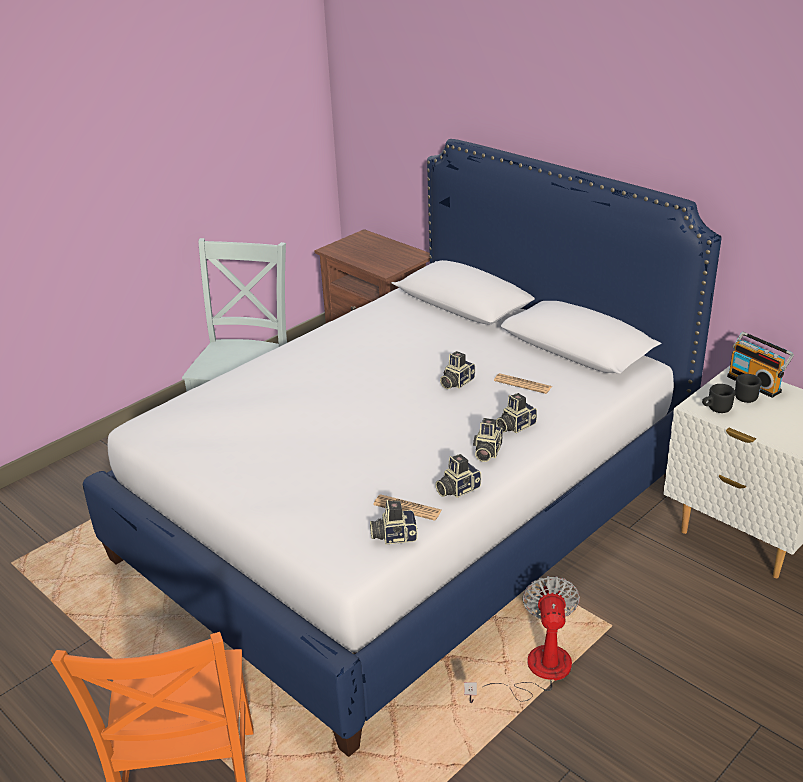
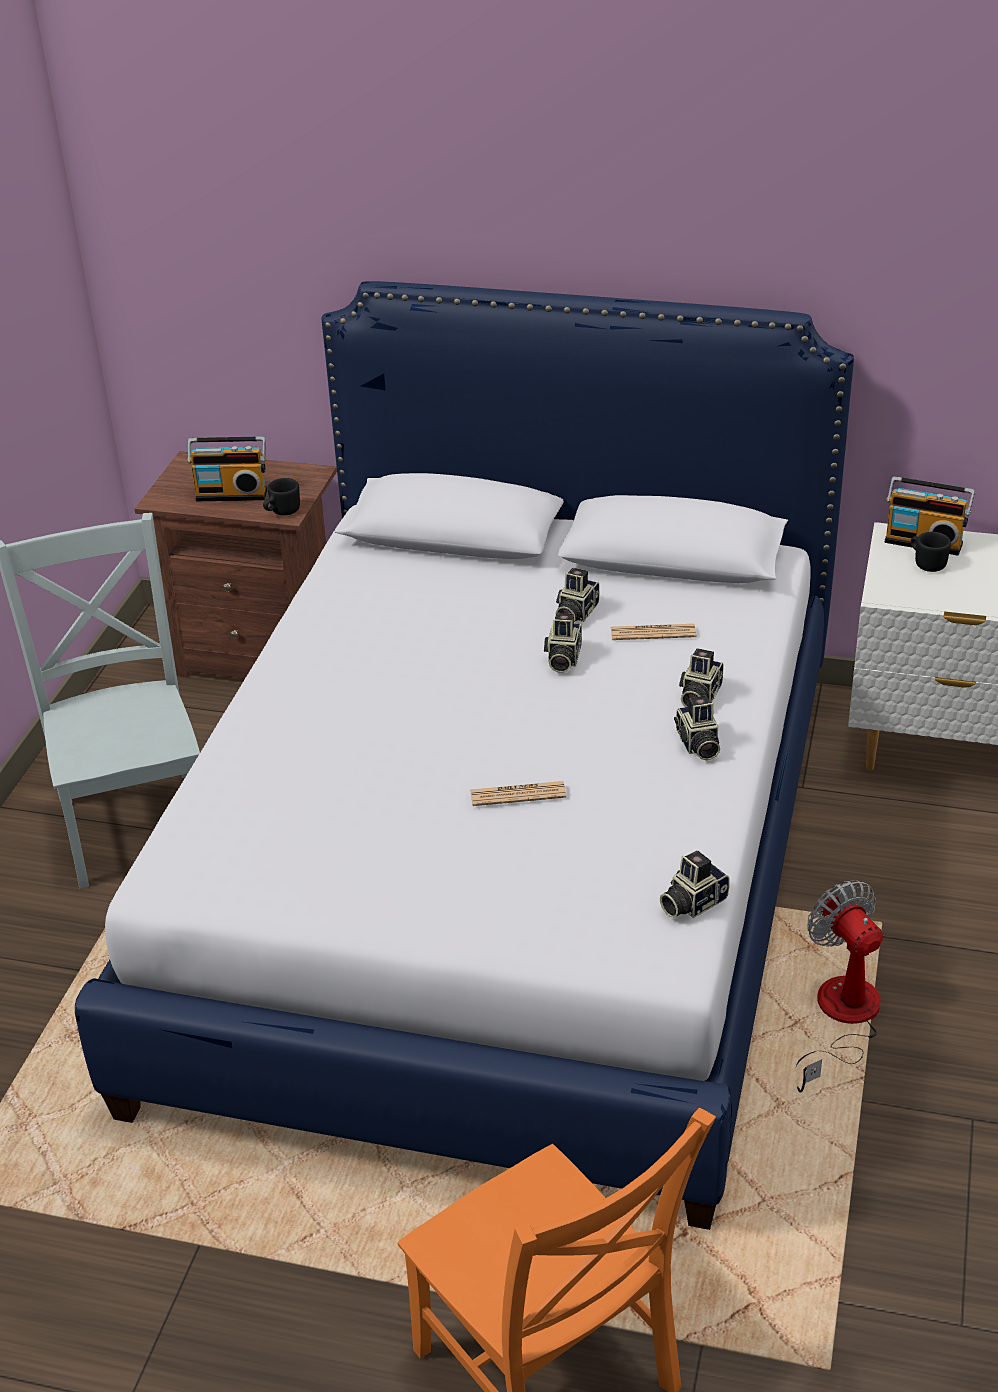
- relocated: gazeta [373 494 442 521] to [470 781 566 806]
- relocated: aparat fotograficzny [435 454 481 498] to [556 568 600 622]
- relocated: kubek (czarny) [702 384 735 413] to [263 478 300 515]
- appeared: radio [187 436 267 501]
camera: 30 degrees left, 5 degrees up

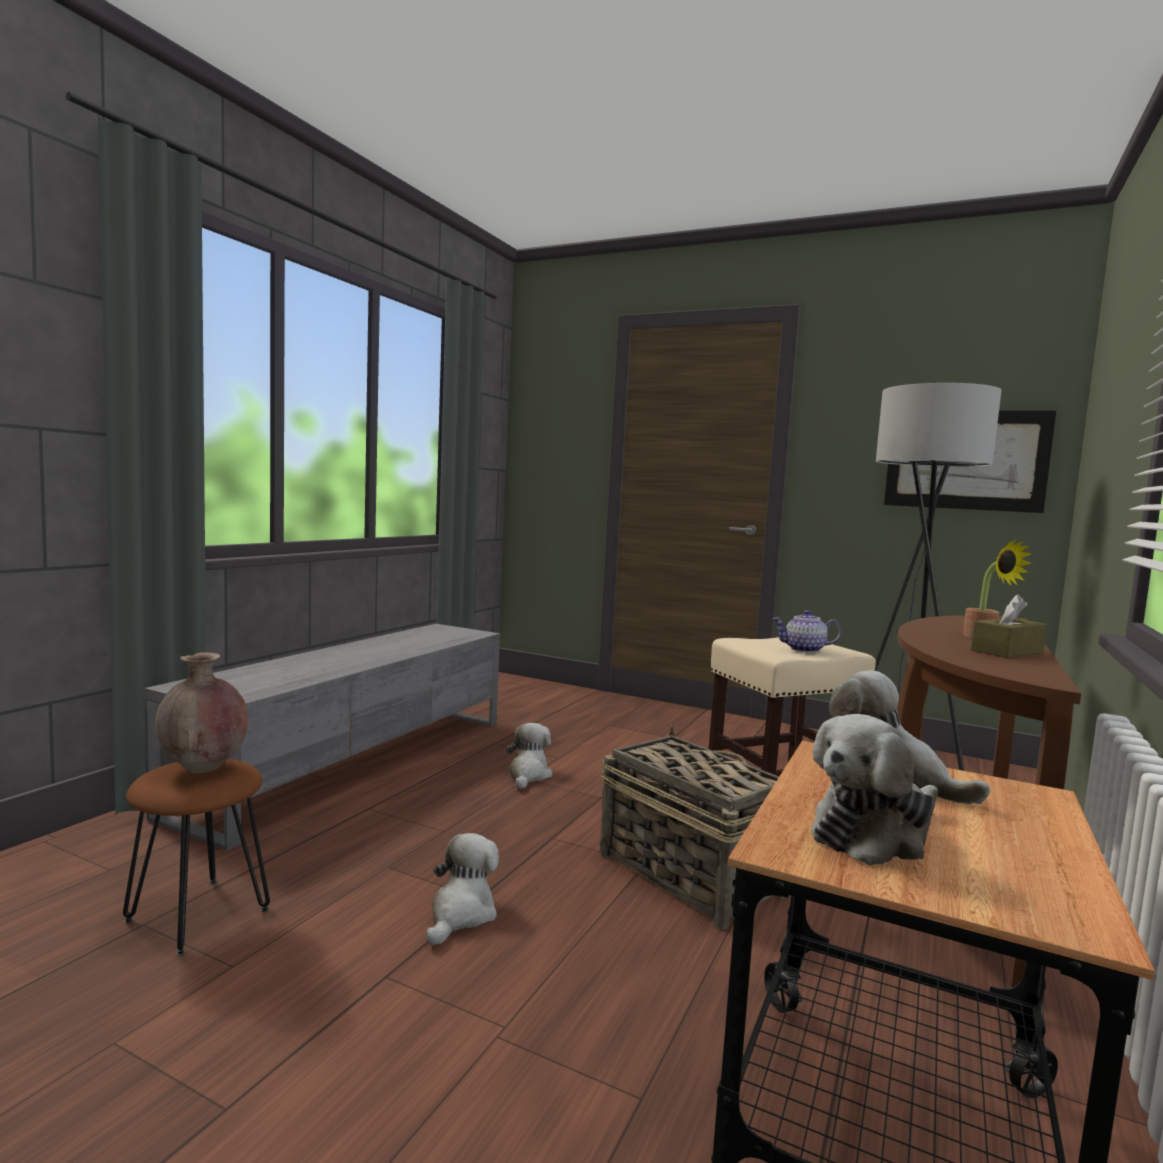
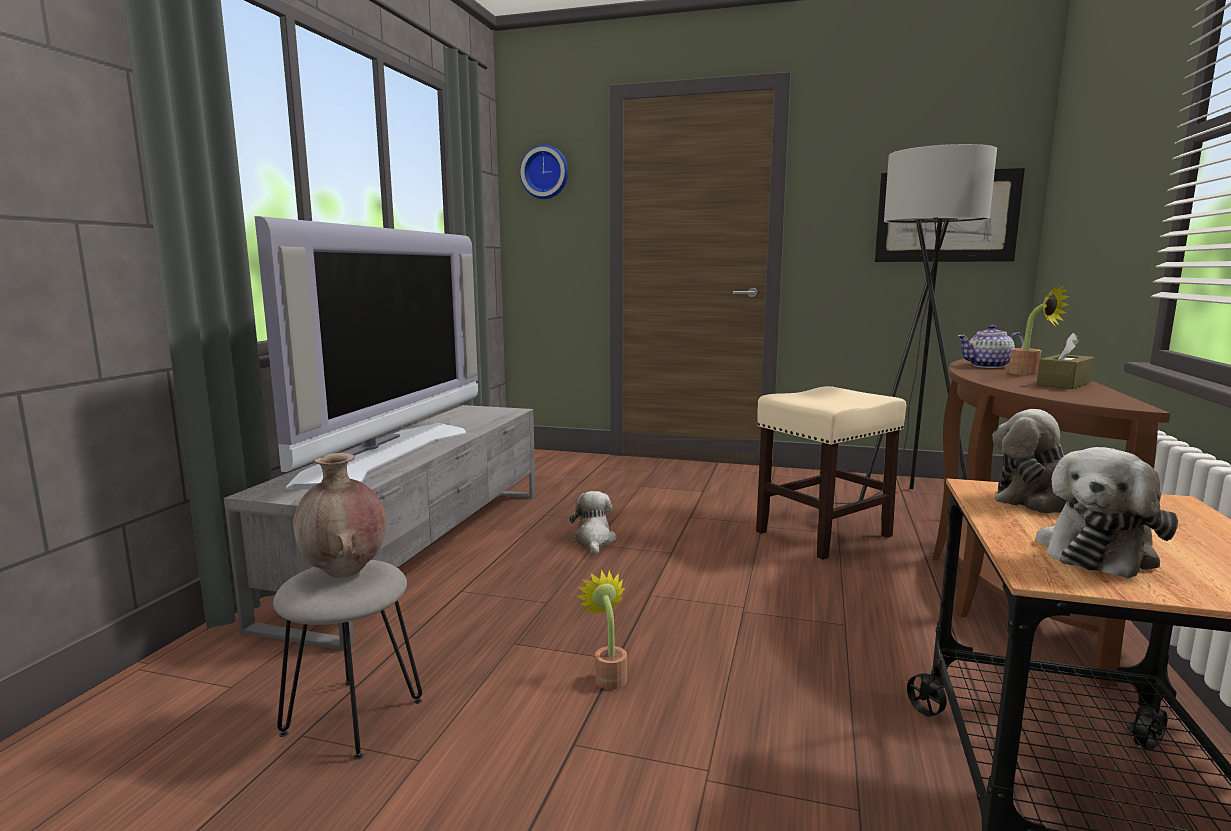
- colour: stołek (brązowy) [123 759 270 956] to stołek (szary) [273 560 422 760]
- exchanged: pluszak [426 833 499 945] to roślina doniczkowa [576 570 627 690]
- missing: koszyk [600 724 786 930]
- relocated: imbryk [772 610 842 653] to [957 325 1024 368]
- appeared: telewizor [255 216 478 490]
- appeared: zegar ścienny [520 145 568 199]
camera: 10 degrees left, 5 degrees up

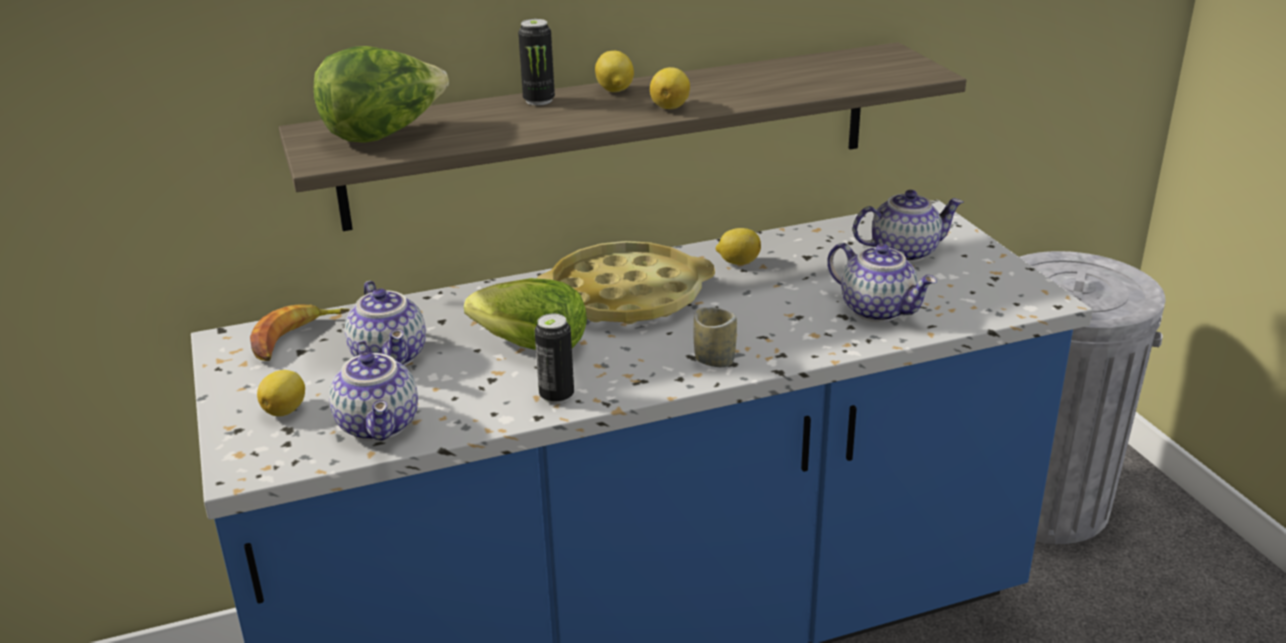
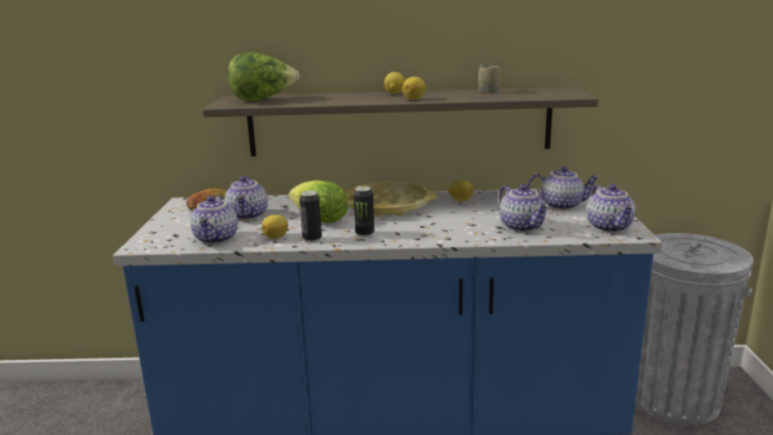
- relocated: cytryna [257 370 305 416] to [262 215 288 239]
- relocated: puszka [518 19 555 105] to [353 186 374 237]
- relocated: filiżanka [693 307 737 367] to [478 64 501 94]
- appeared: imbryk [587 184 635 233]
camera: 20 degrees right, 10 degrees down

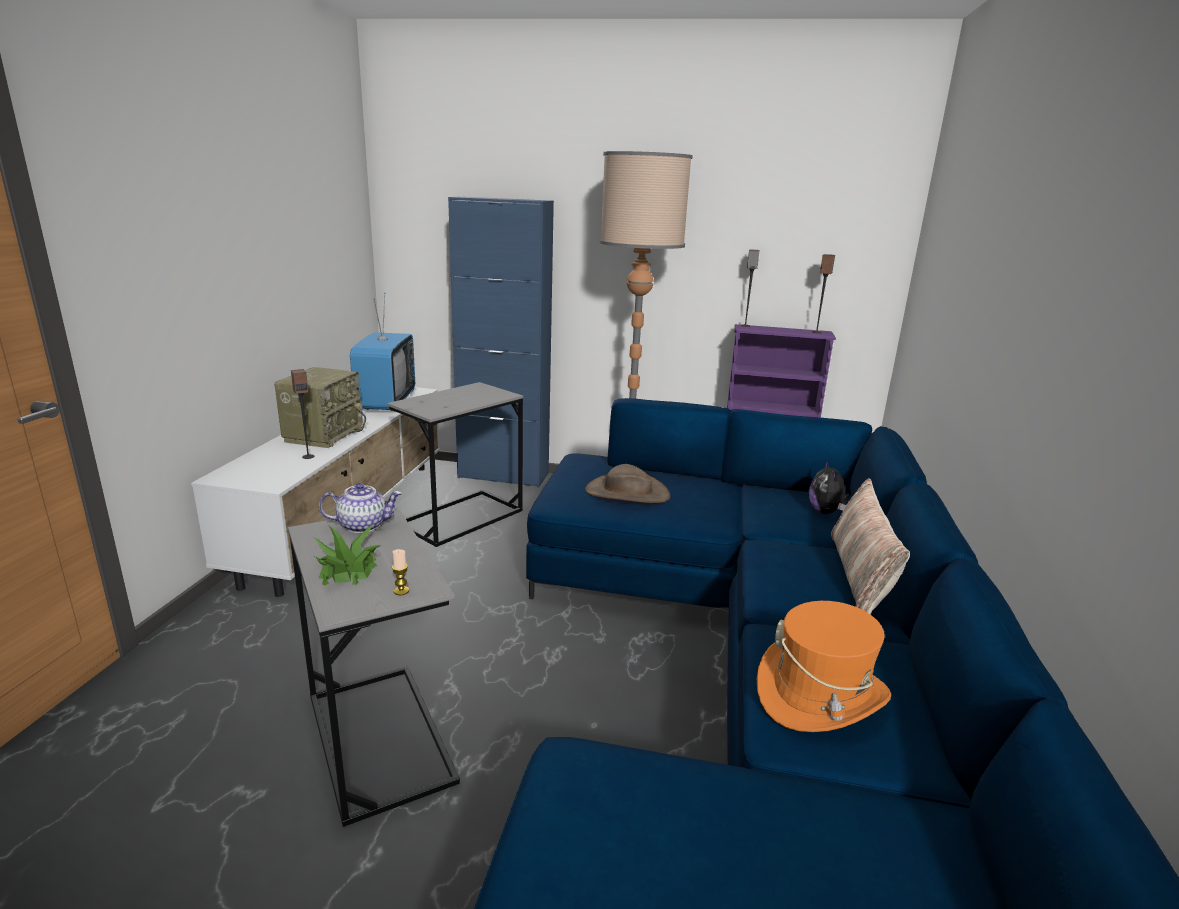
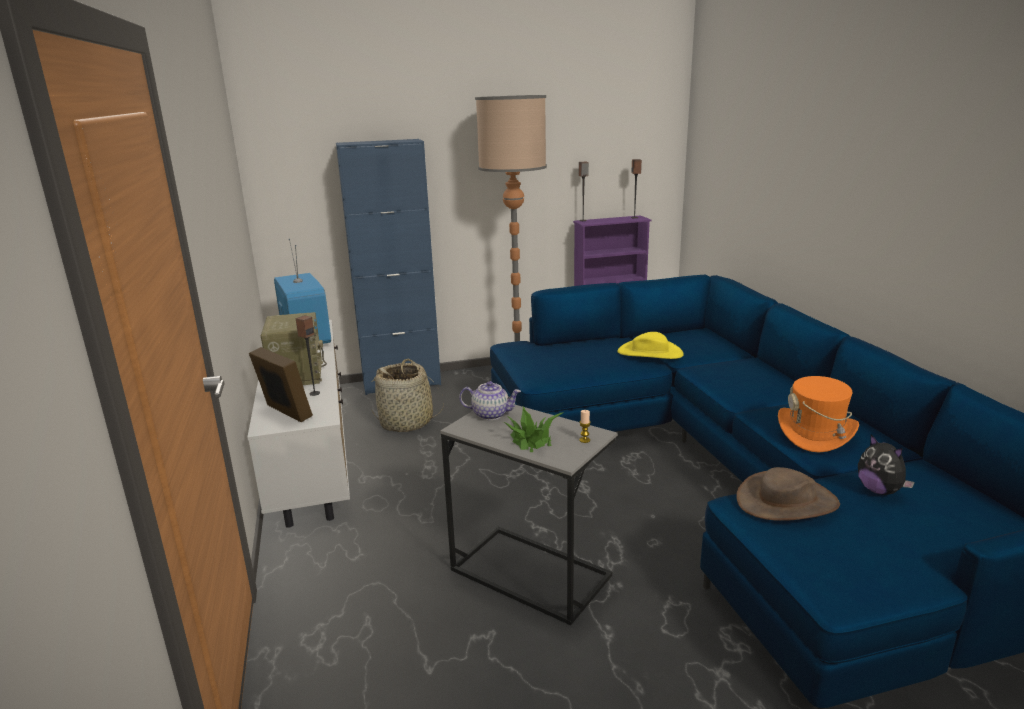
- spun: imbryk [319 483 402 533] = [459 381 521 420] 45 degrees clockwise
- exchanged: stolik (szary) [387 382 523 547] to koszyk [371 359 444 432]
- relocated: kapelusz (brązowy) [585 464 670 503] to [736 467 840 521]
- relocated: pluszak [809 459 850 514] to [858 435 915 495]
- missing: poduszka [831 478 910 614]
- appeared: ramka na zdjęcie [249 347 313 422]
- appeared: kapelusz (żółty) [617 332 684 359]
camera: 25 degrees left, 0 degrees up

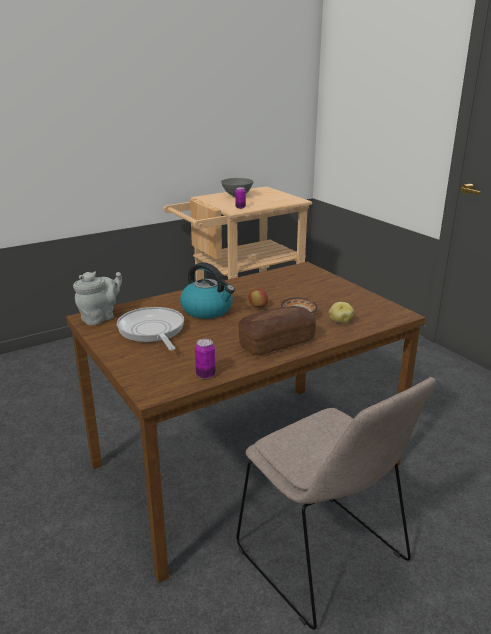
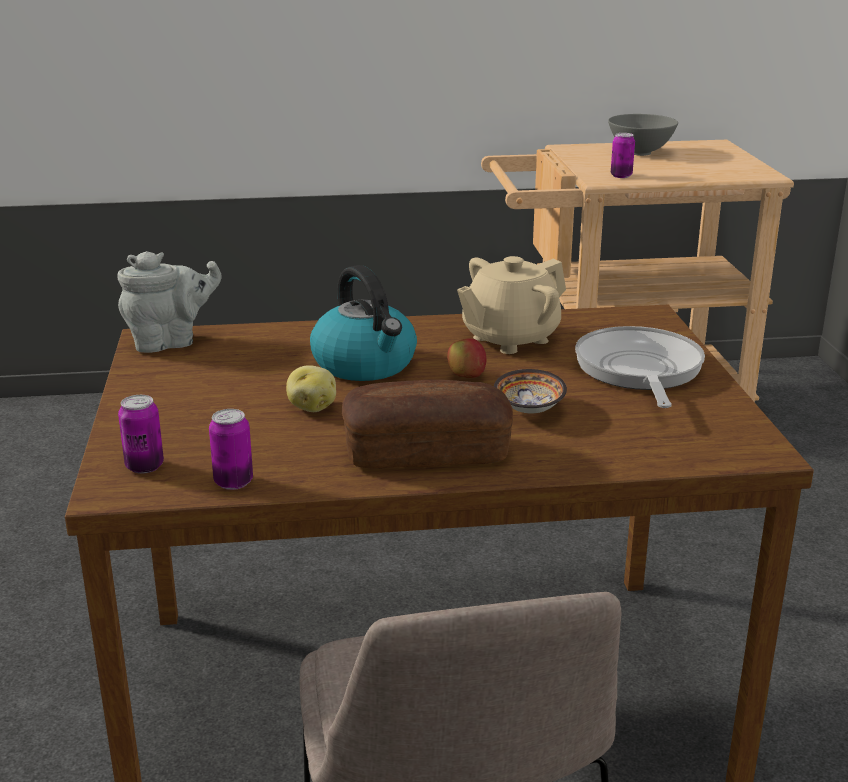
- relocated: patelnia [117 307 184 351] to [575 326 705 408]
- relocated: ziemniak [329 302 354 323] to [286 365 336 412]
- appeared: puszka [118 395 164 474]
- appeared: imbryk (beżowy) [457 256 566 354]
camera: 25 degrees right, 0 degrees up

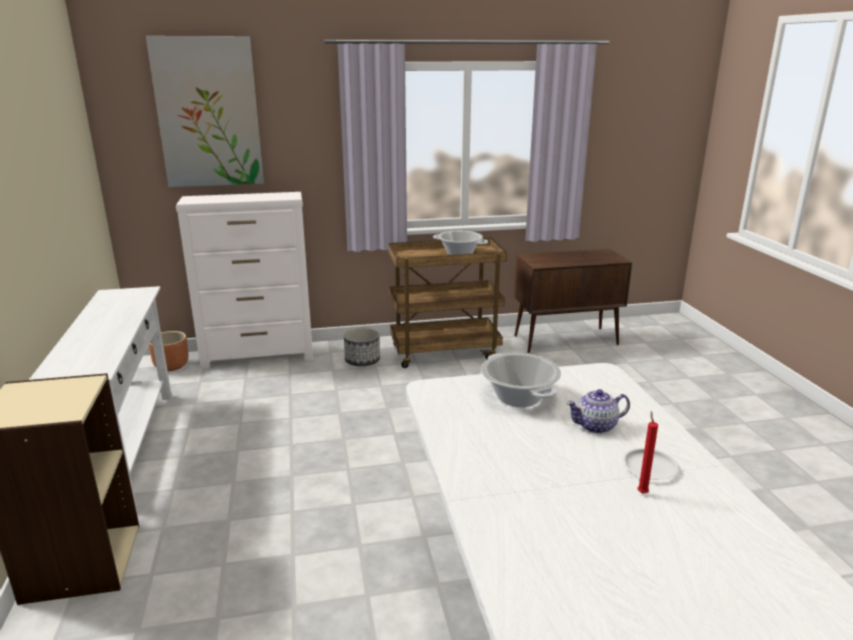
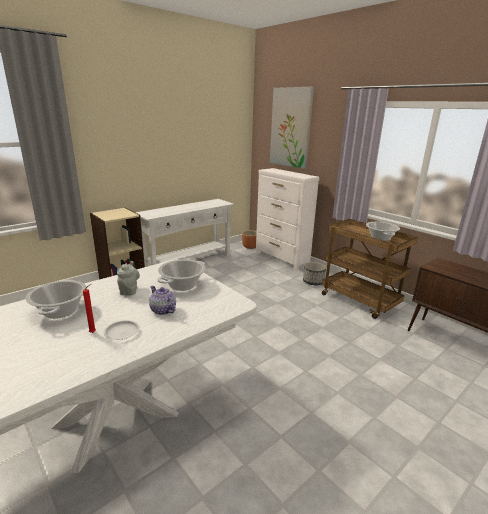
- appeared: garnek [25 280 87 319]
- appeared: imbryk (szary) [117 261 140 296]
camera: 60 degrees right, 0 degrees up

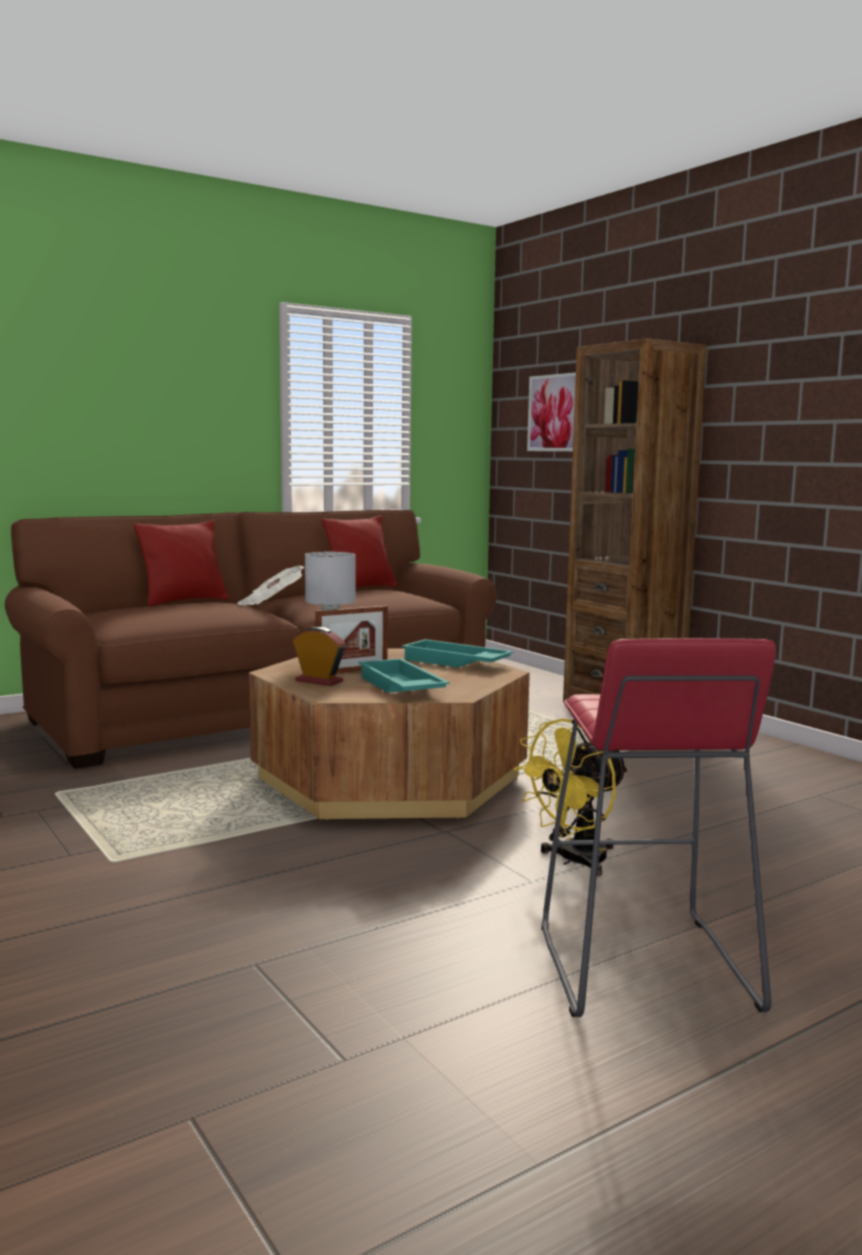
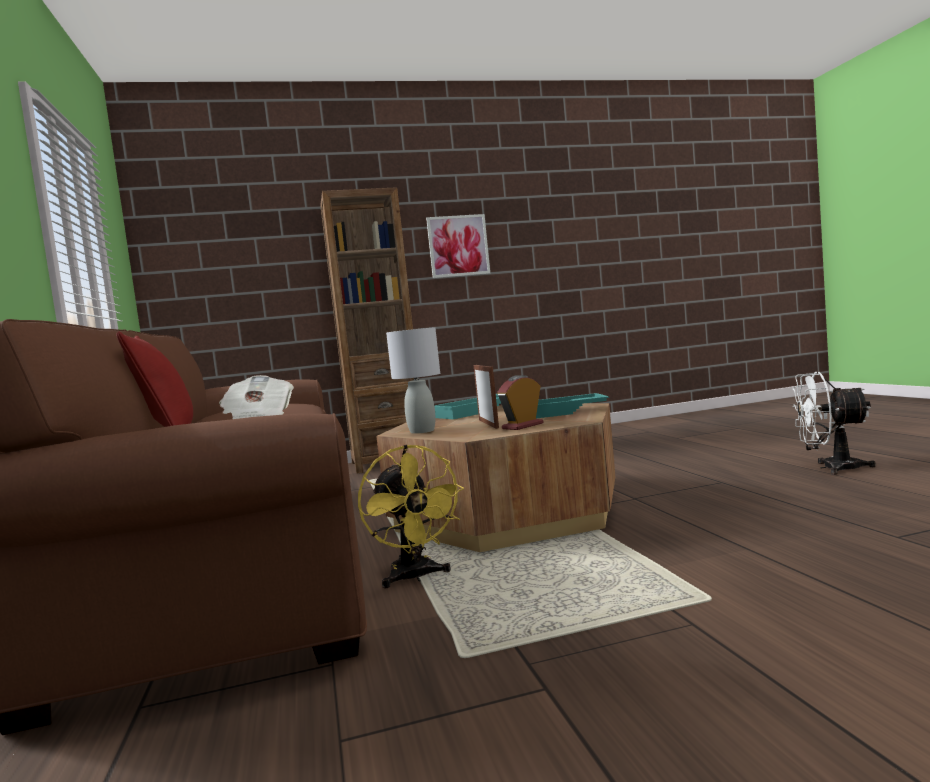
- missing: poduszka (czerwony) [322 516 397 588]
- relocated: wentylator (żółty) [513 718 629 876] to [358 445 464 589]
- relocated: obraz [527 372 576 451] to [426 214 490 278]
- exchanged: stołek (czerwony) [541 638 776 1017] to wentylator (biały) [793 371 876 475]
camera: 70 degrees left, 5 degrees down

